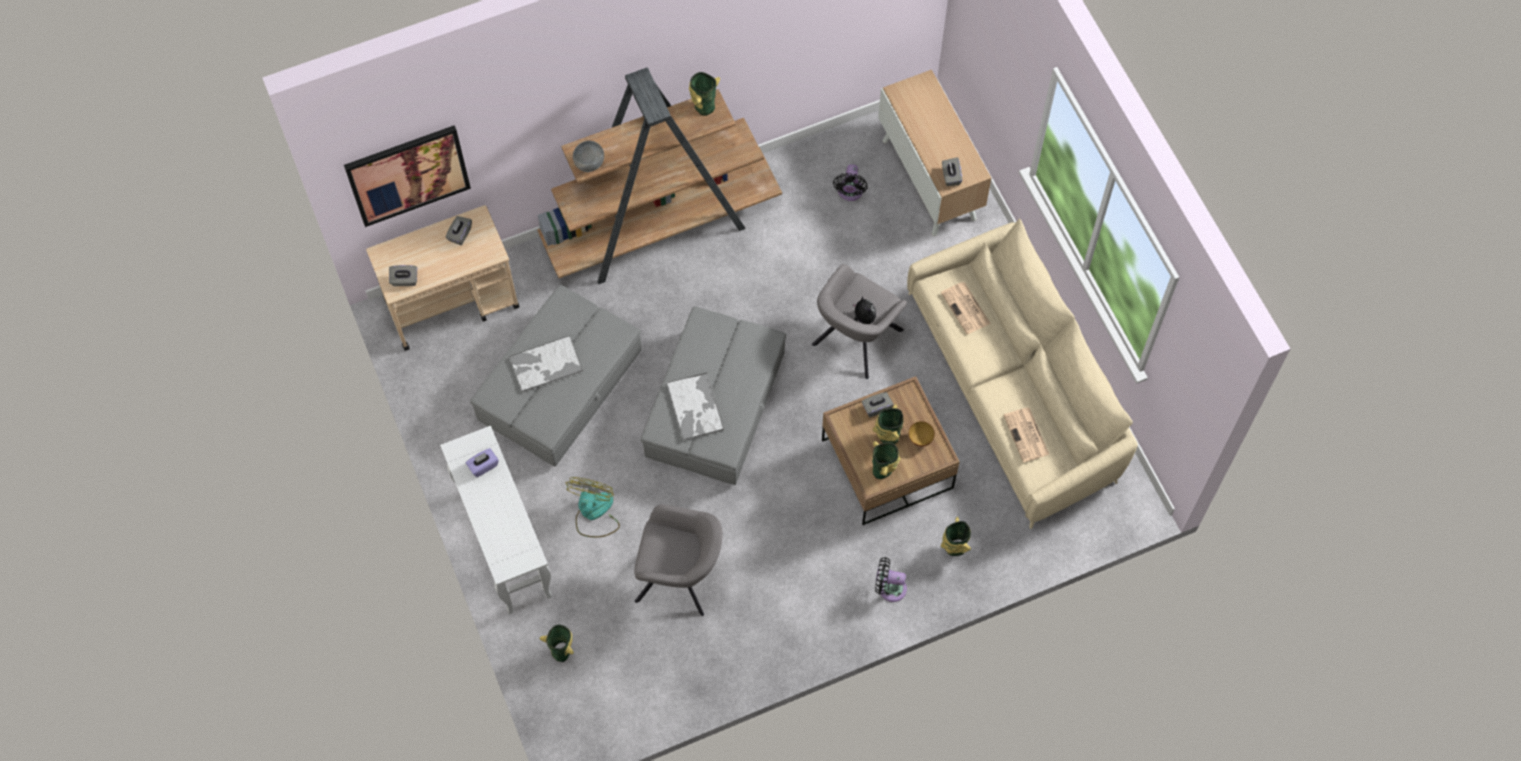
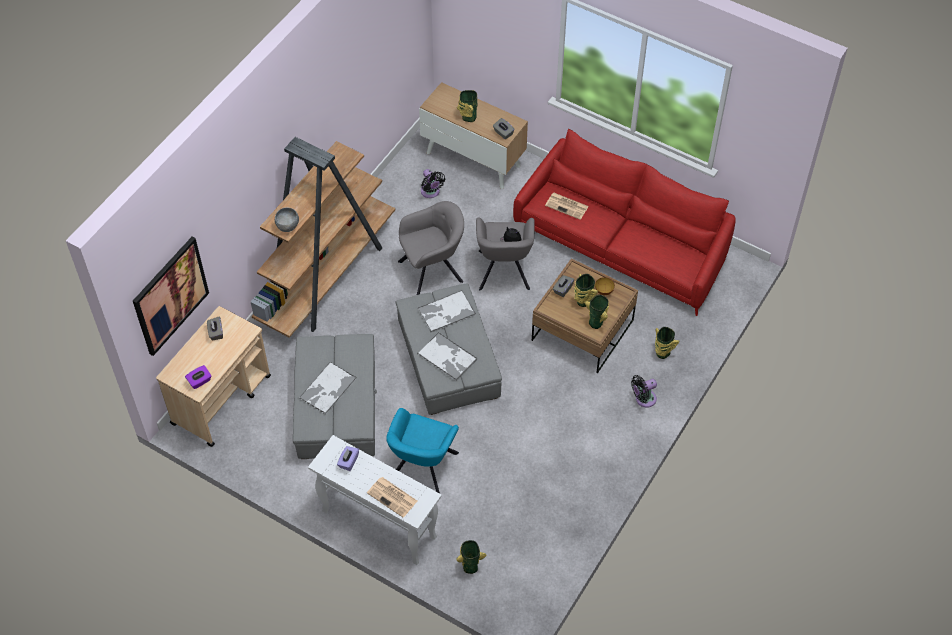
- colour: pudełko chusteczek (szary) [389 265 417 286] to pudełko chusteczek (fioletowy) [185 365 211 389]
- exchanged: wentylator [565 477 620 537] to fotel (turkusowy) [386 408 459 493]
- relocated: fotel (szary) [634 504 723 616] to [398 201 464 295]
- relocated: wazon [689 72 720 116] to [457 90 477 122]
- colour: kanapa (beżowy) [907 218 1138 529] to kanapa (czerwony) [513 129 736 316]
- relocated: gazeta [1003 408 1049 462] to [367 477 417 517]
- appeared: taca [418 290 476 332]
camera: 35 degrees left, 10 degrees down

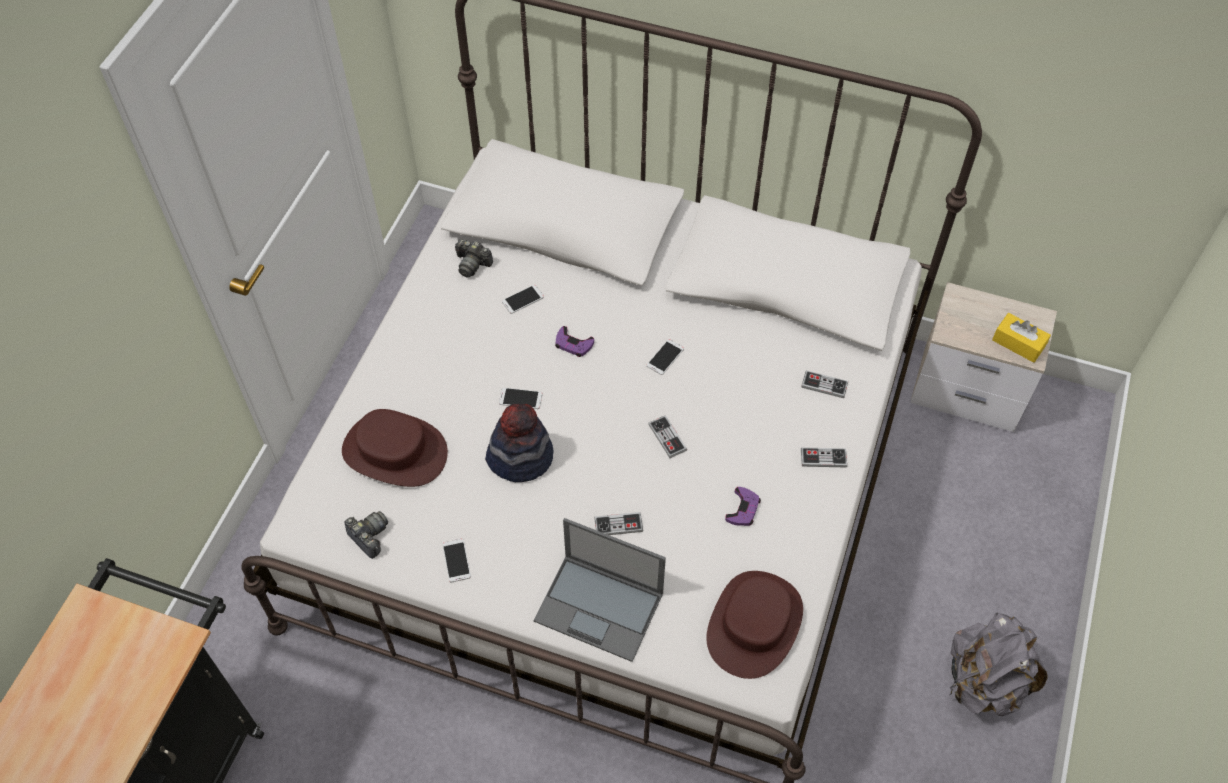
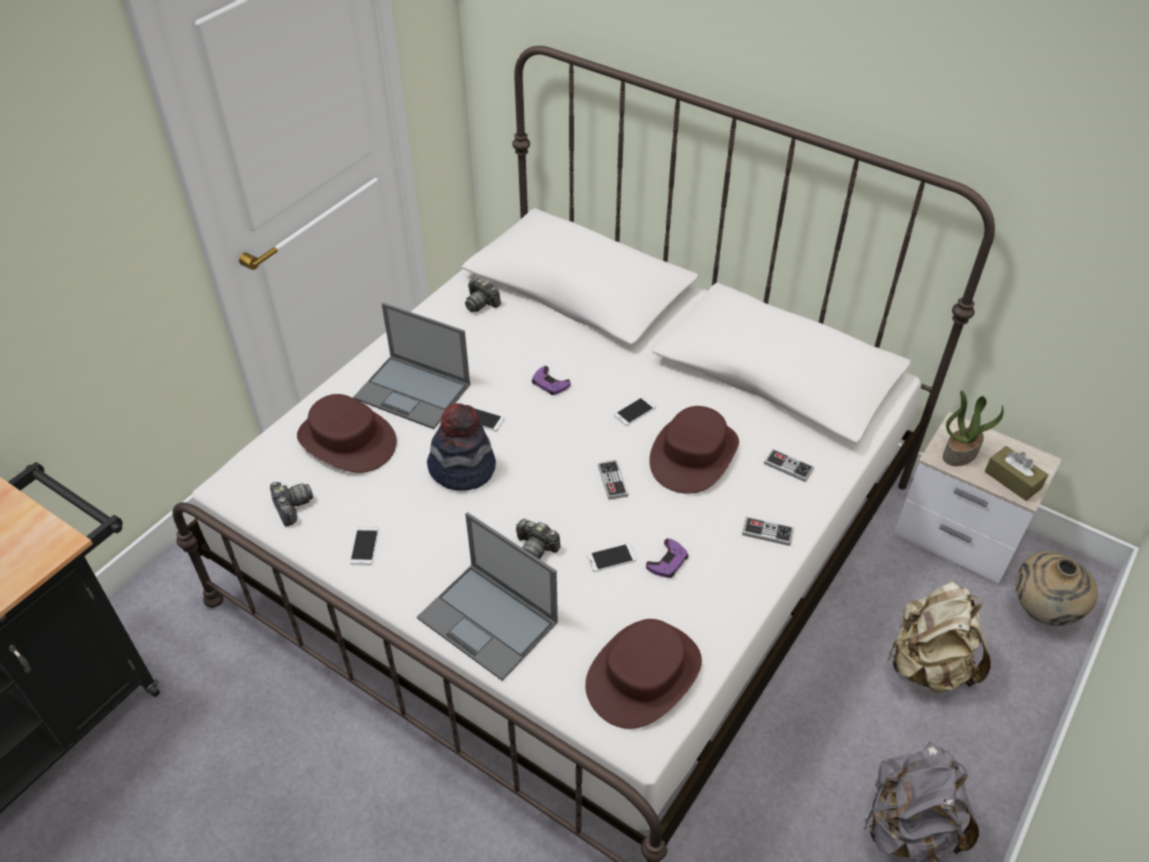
- relocated: telefon [502 285 544 314] to [587 543 637 572]
- exchanged: pad do gier [594 512 643 535] to aparat fotograficzny [516 519 561 559]
- colour: pudełko chusteczek (żółty) [992 313 1051 363] to pudełko chusteczek (brązowy) [985 446 1048 501]
- appeared: laptop [353 303 470 429]
- appeared: kapelusz (brązowy) [649 406 739 494]
- appeared: plecak (beżowy) [888 581 991 693]
- appeared: roślina doniczkowa [943 390 1004 466]
- appeared: wazon (beżowy) [1016 551 1098 626]
camera: 15 degrees right, 10 degrees down

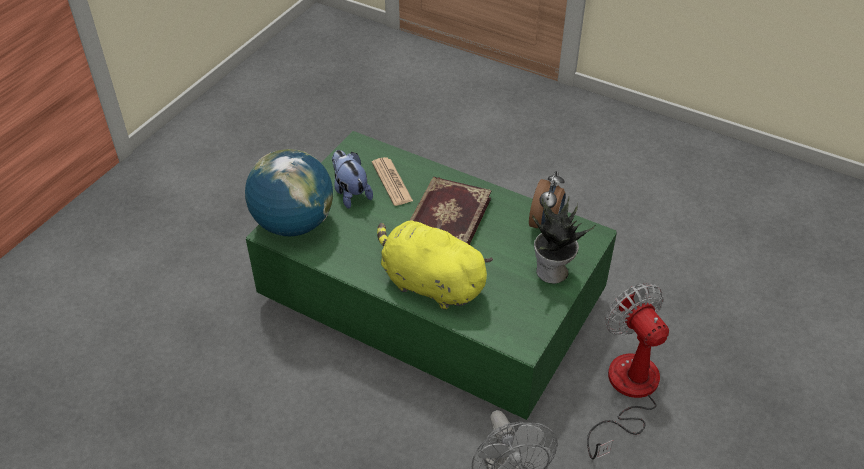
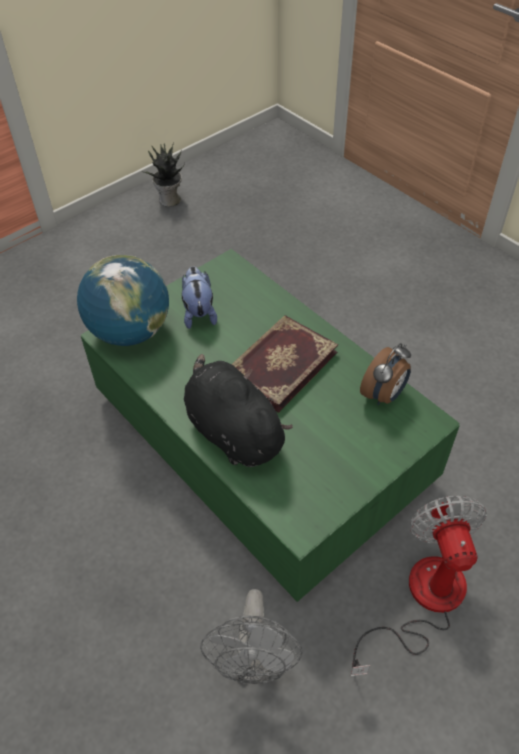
- missing: gazeta [372 157 413 206]
- colour: pluszak (żółty) [377 219 493 309] to pluszak (czarny) [184 354 293 467]
- relocated: roślina doniczkowa [532 197 596 284] to [142 142 185 207]
camera: 20 degrees right, 5 degrees up

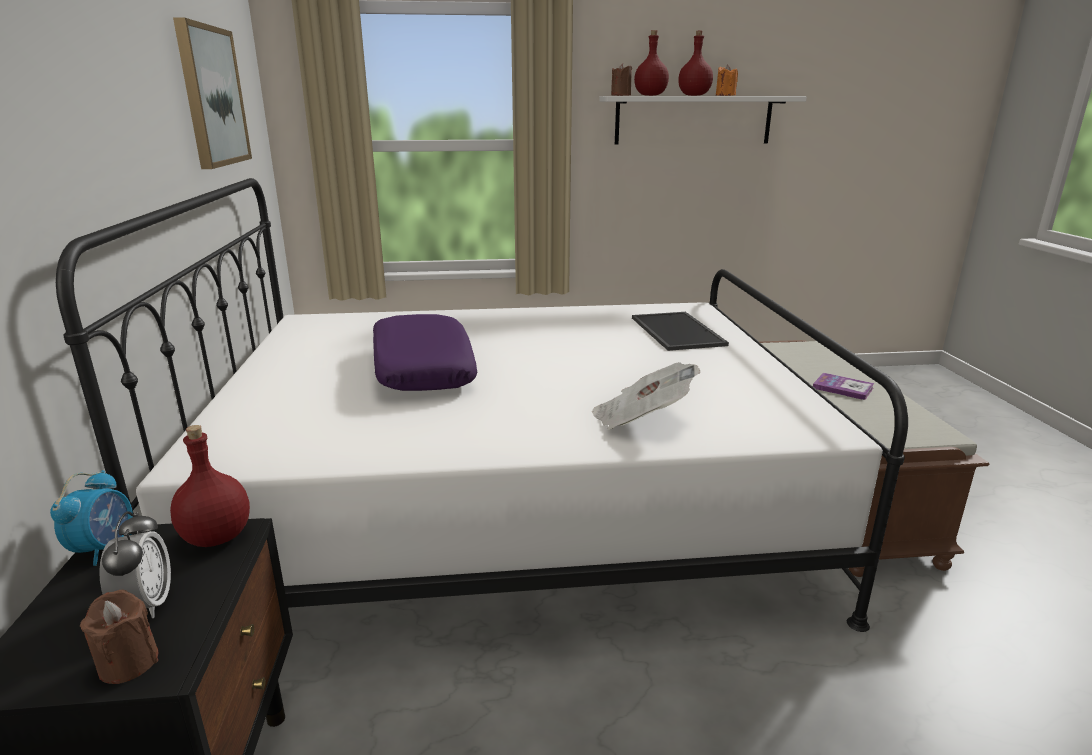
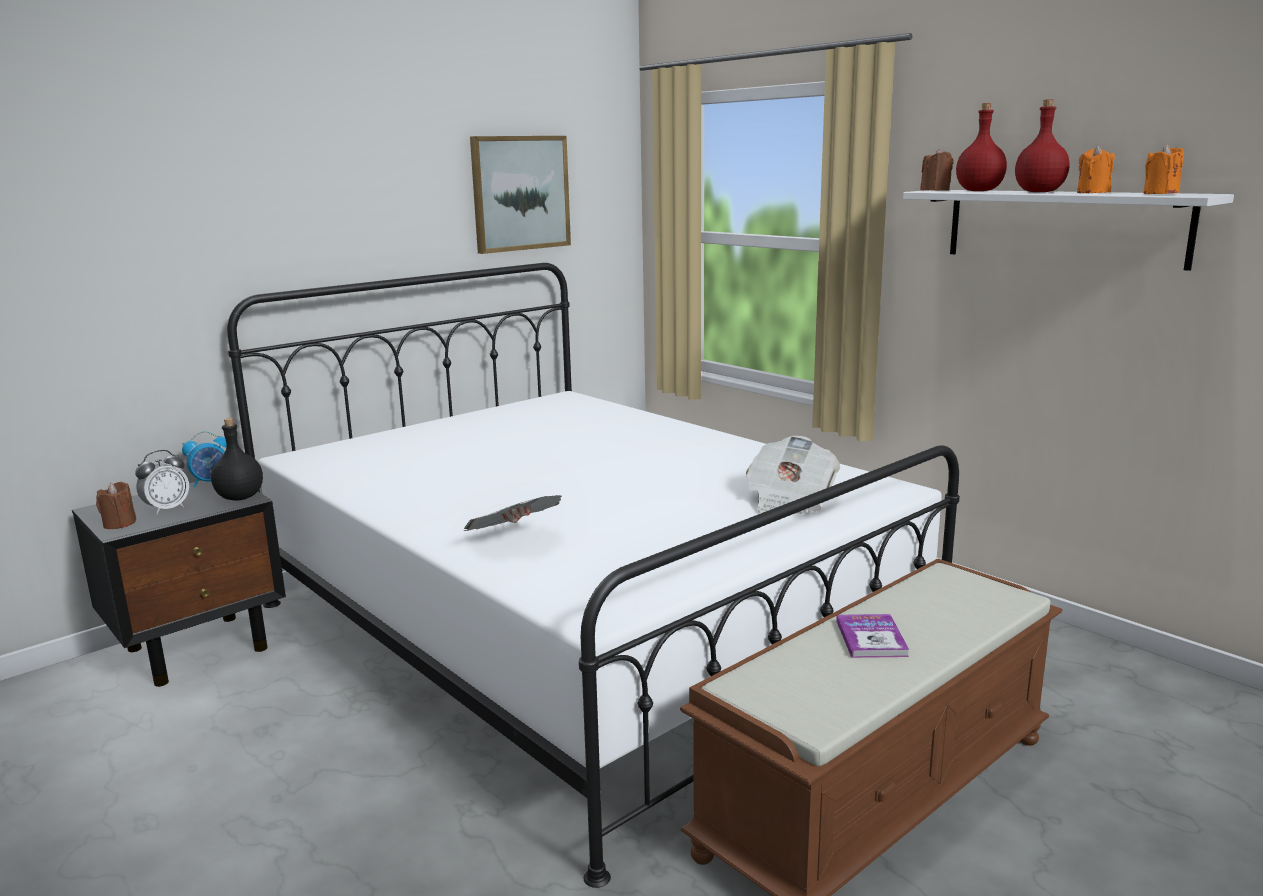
- colour: butelka (czerwony) [170 425 250 547] to butelka (czarny) [211 418 263 501]
- missing: poduszka (fioletowy) [373 314 477 391]
- exchanged: taca [632 312 729 351] to gazeta [746 435 840 514]
- appeared: świeca (pomarańczowy) [1143 144 1184 194]
camera: 55 degrees right, 5 degrees down

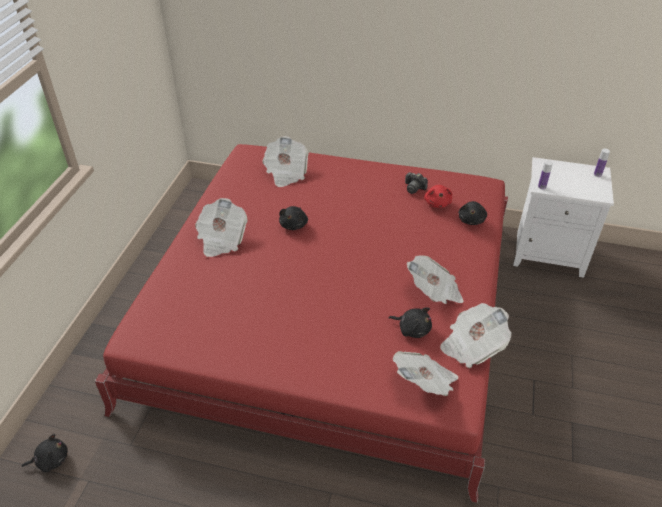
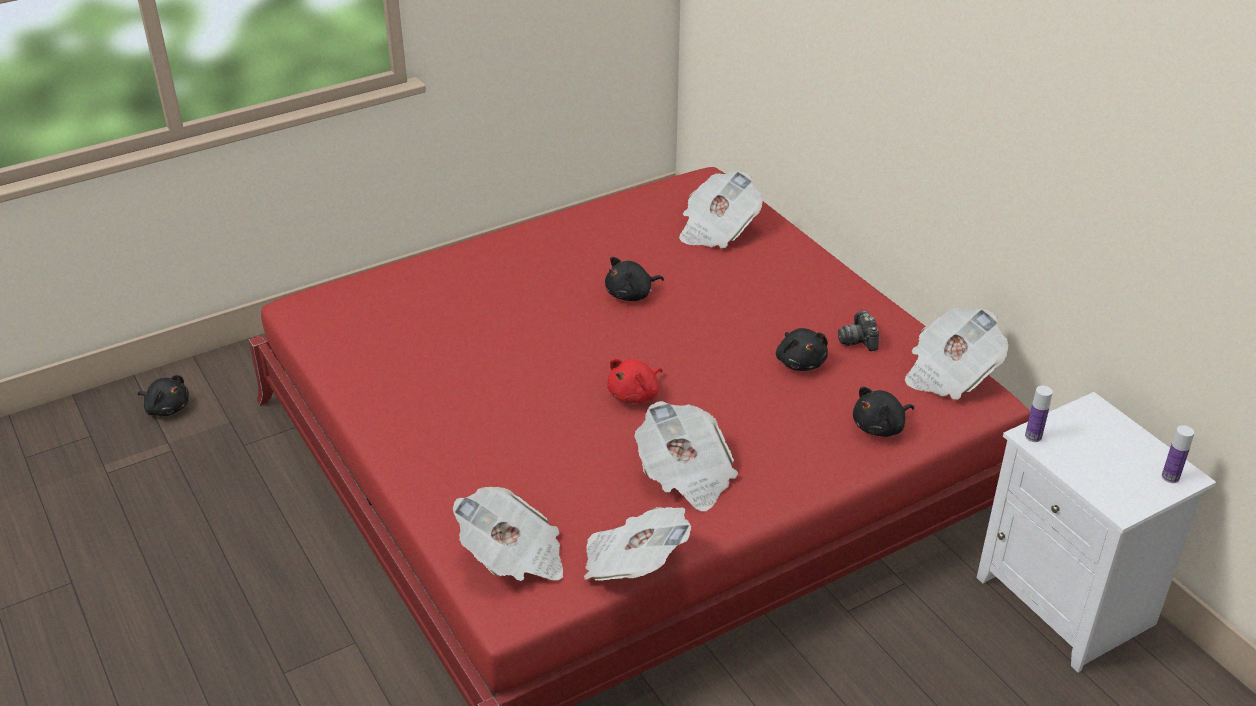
- relocated: gazeta [195 198 248 257] to [905 308 1008 400]
- relocated: pluszak (czarny) [389 308 432 338] to [776 328 828 371]
- relocated: pluszak (czerwony) [424 185 452 208] to [607 359 663 403]
camera: 45 degrees right, 5 degrees down

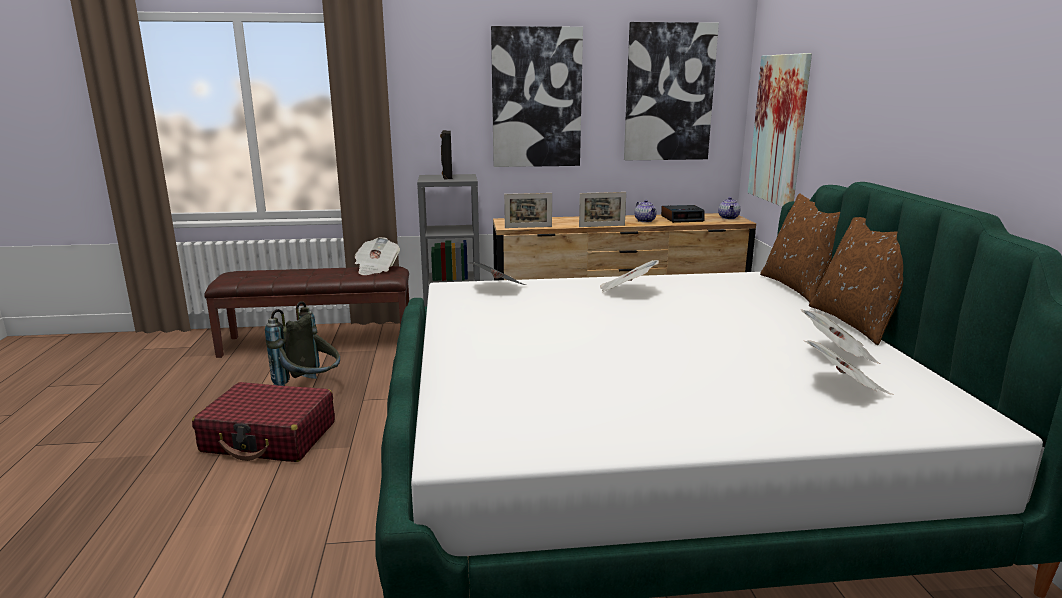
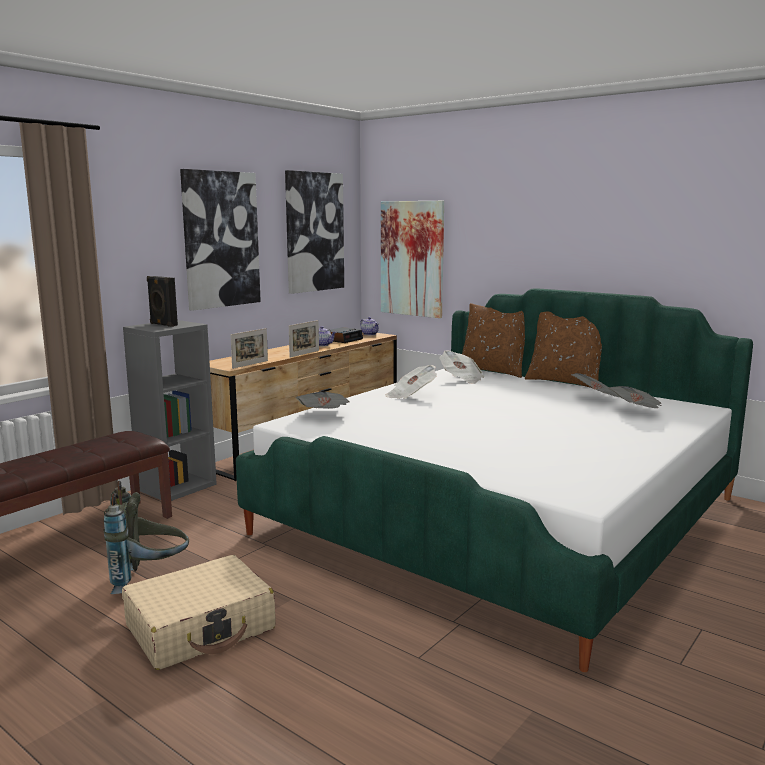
- colour: walizka (czerwony) [192 382 335 462] to walizka (beżowy) [122 555 276 670]
- relocated: gazeta [354 237 400 275] to [439 350 484 384]
camera: 45 degrees left, 5 degrees down

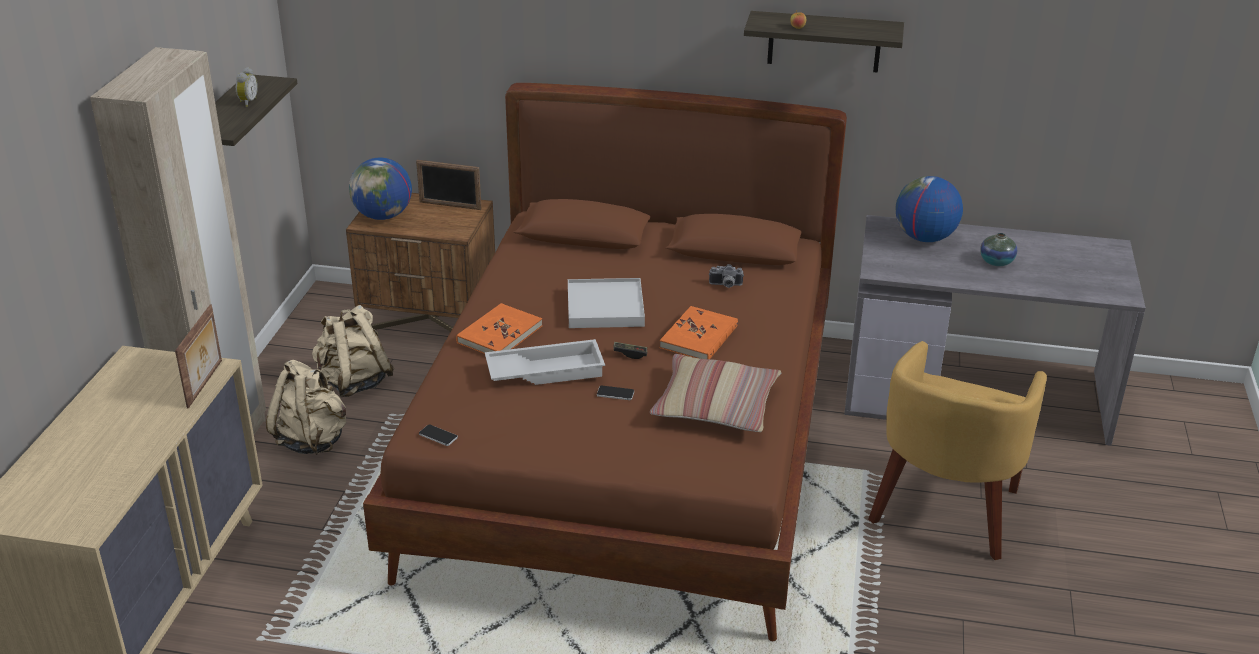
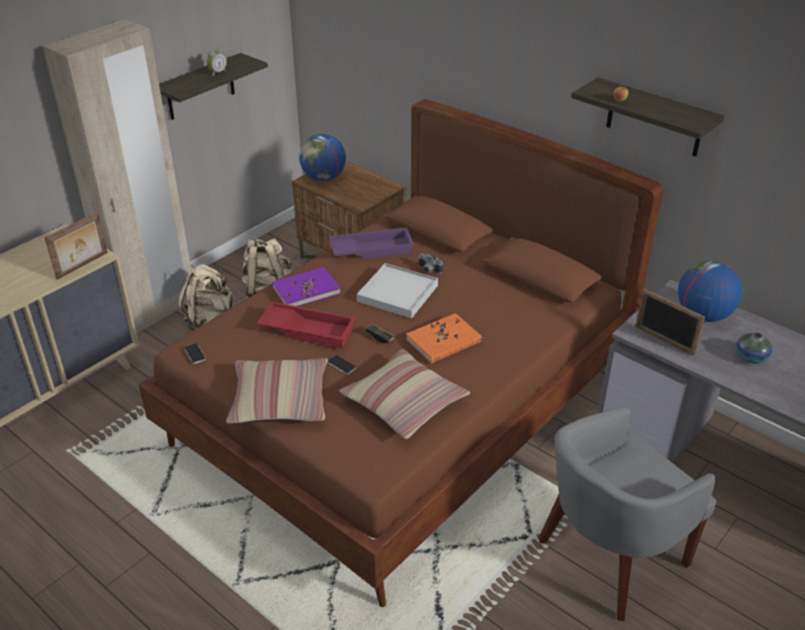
- relocated: ramka na zdjęcie [416 160 482 210] to [635 288 705 356]
- colour: książka (pomarańczowy) [456 303 542 354] to książka (fioletowy) [272 267 341 306]
- colour: taca (biały) [485 339 605 385] to taca (czerwony) [257 302 356 348]
- relocated: aparat fotograficzny [709 264 744 288] to [418 253 443 274]
- colour: fotel (żółty) [868 341 1047 560] to fotel (szary) [539 407 716 621]
- appeared: poduszka [226 358 328 423]
- appeared: taca (fioletowy) [329 227 414 259]
camera: 30 degrees right, 5 degrees up

